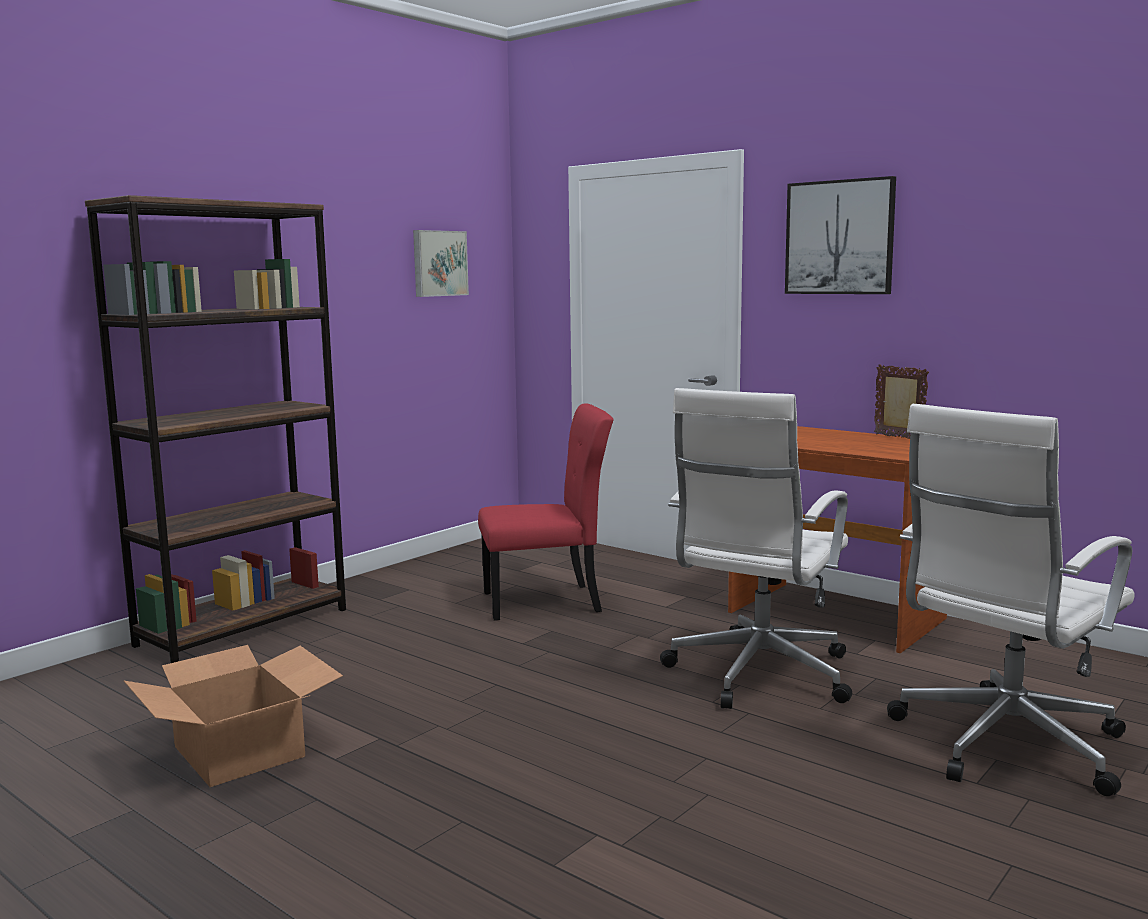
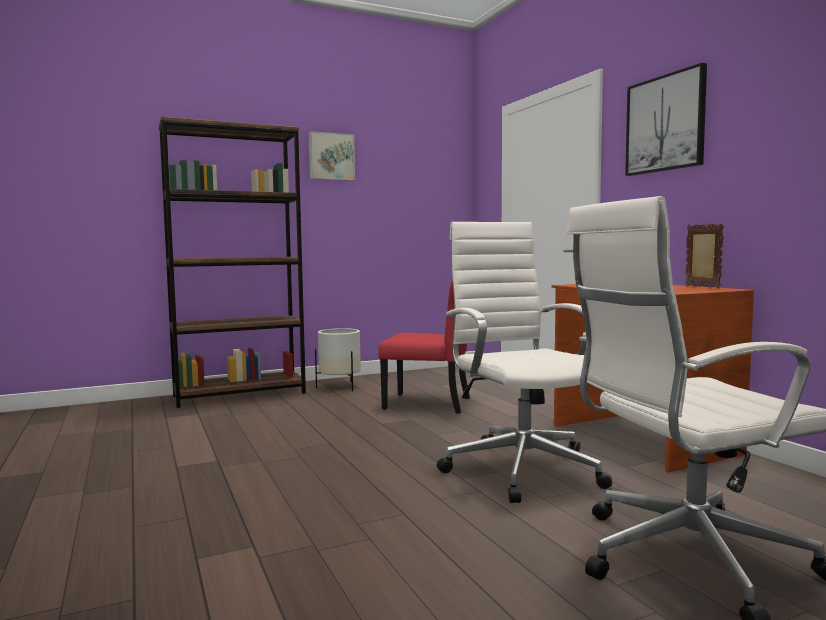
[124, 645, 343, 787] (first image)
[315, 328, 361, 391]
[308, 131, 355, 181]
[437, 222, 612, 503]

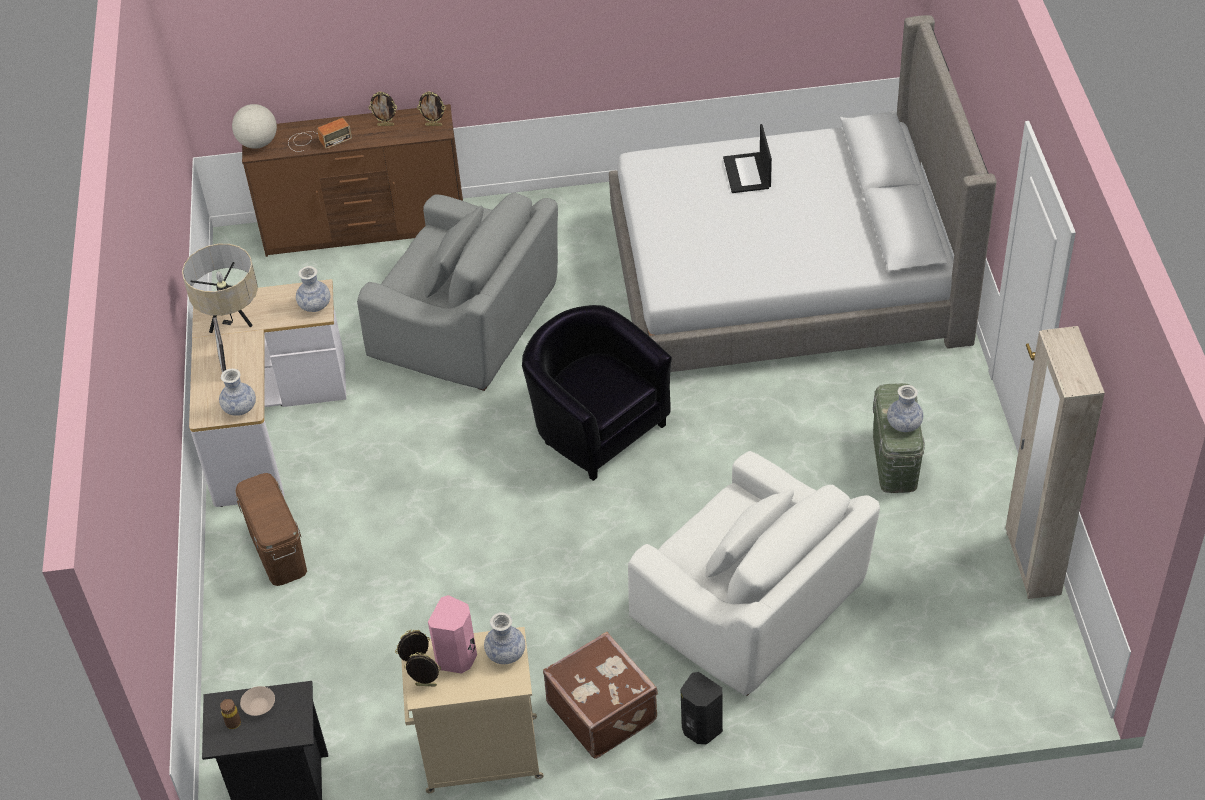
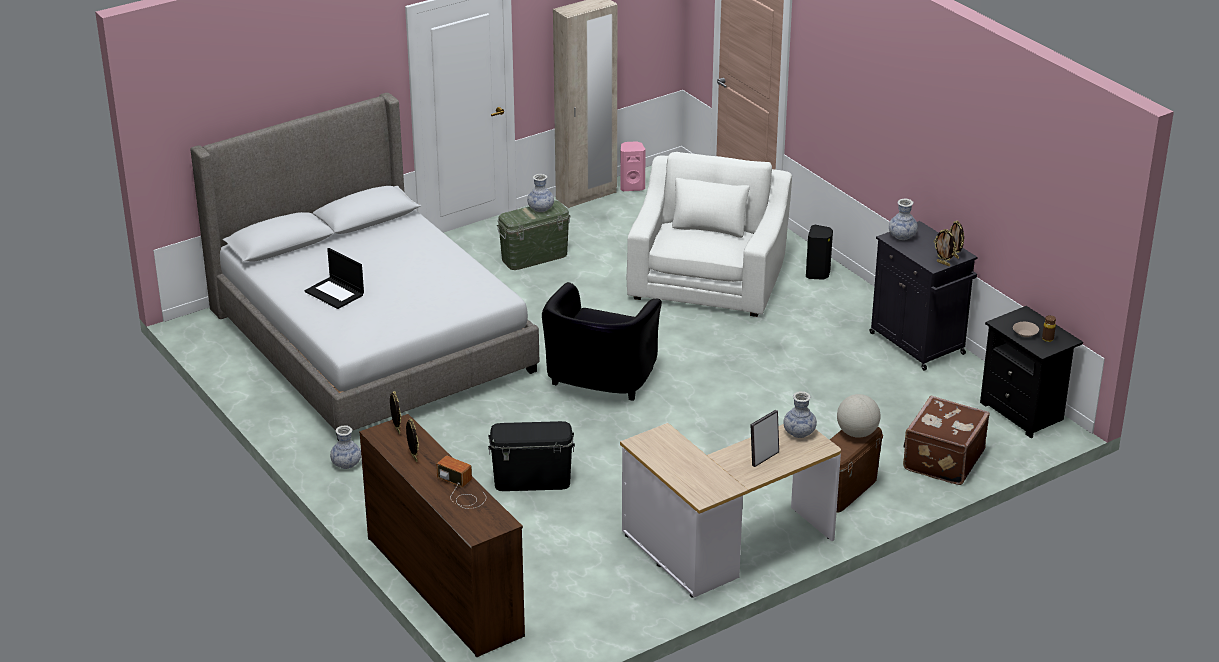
[182, 244, 258, 333] (first image)
[837, 394, 881, 438]
[330, 425, 361, 469]
[620, 141, 646, 191]
[903, 396, 990, 485]
[488, 421, 575, 491]
[870, 221, 977, 371]
[304, 248, 364, 309]

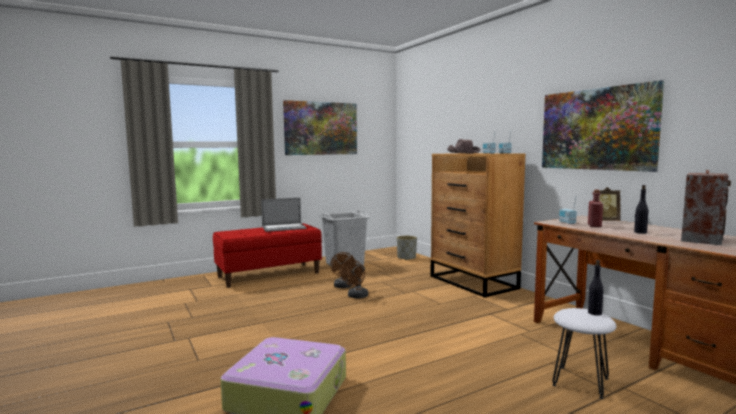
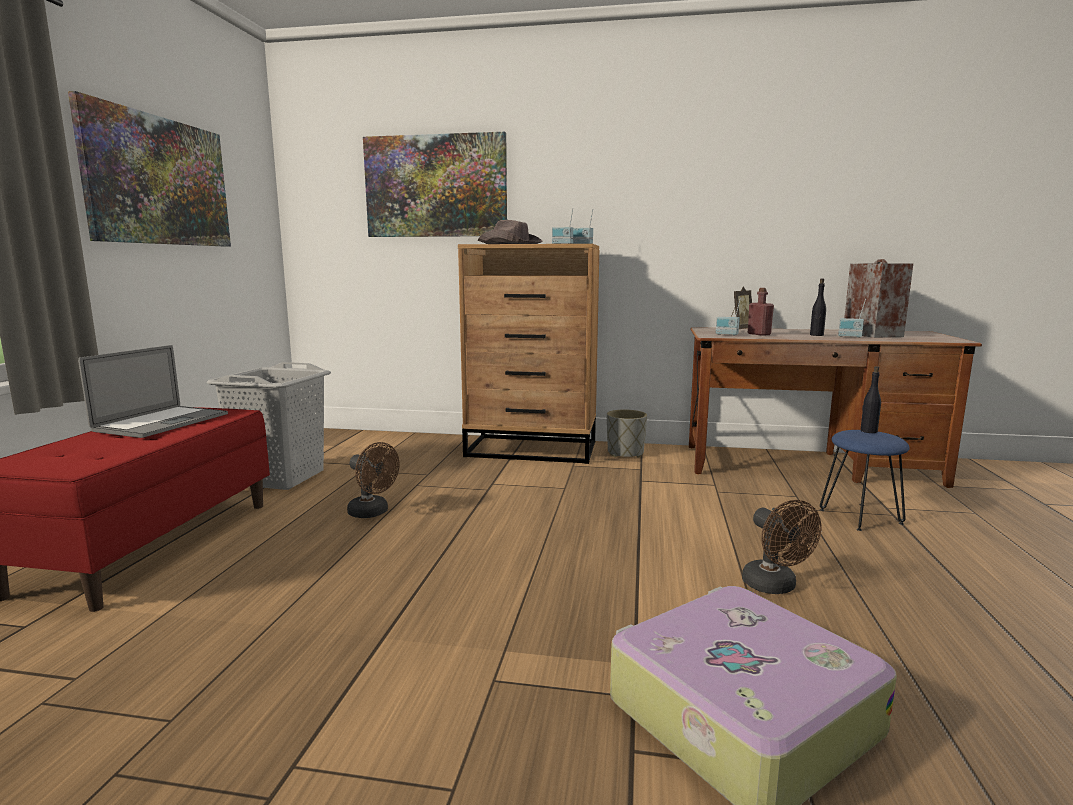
[838, 299, 866, 338]
[742, 500, 821, 594]
[607, 410, 647, 458]
[363, 132, 507, 237]
[820, 430, 910, 531]

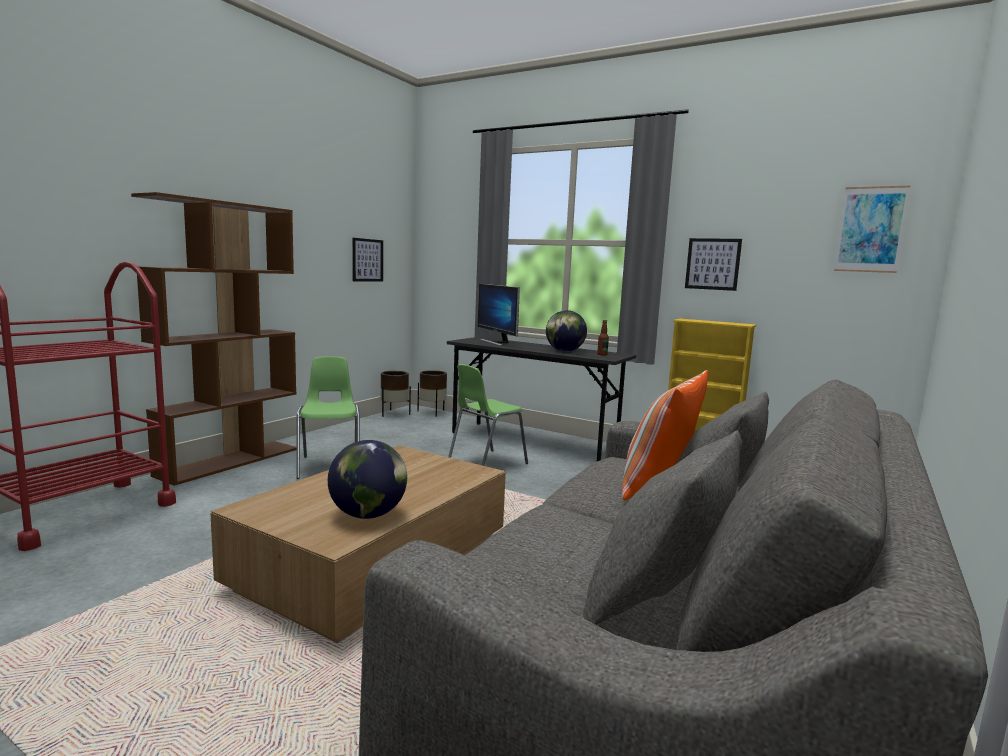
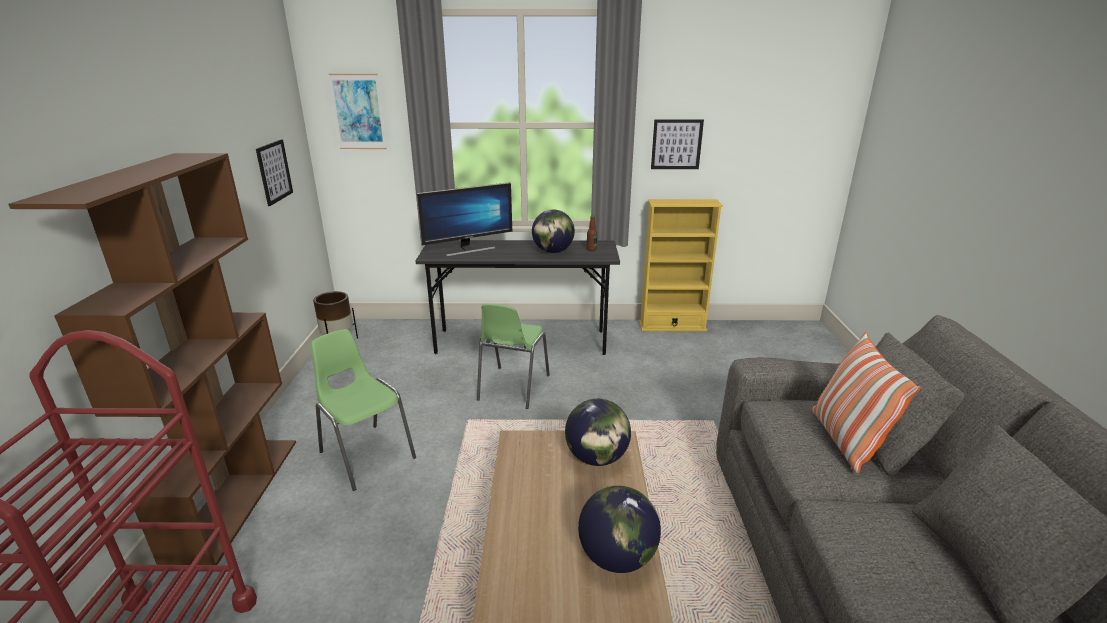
[417, 370, 447, 417] (first image)
[565, 399, 631, 466]
[329, 74, 386, 149]
[416, 182, 512, 257]

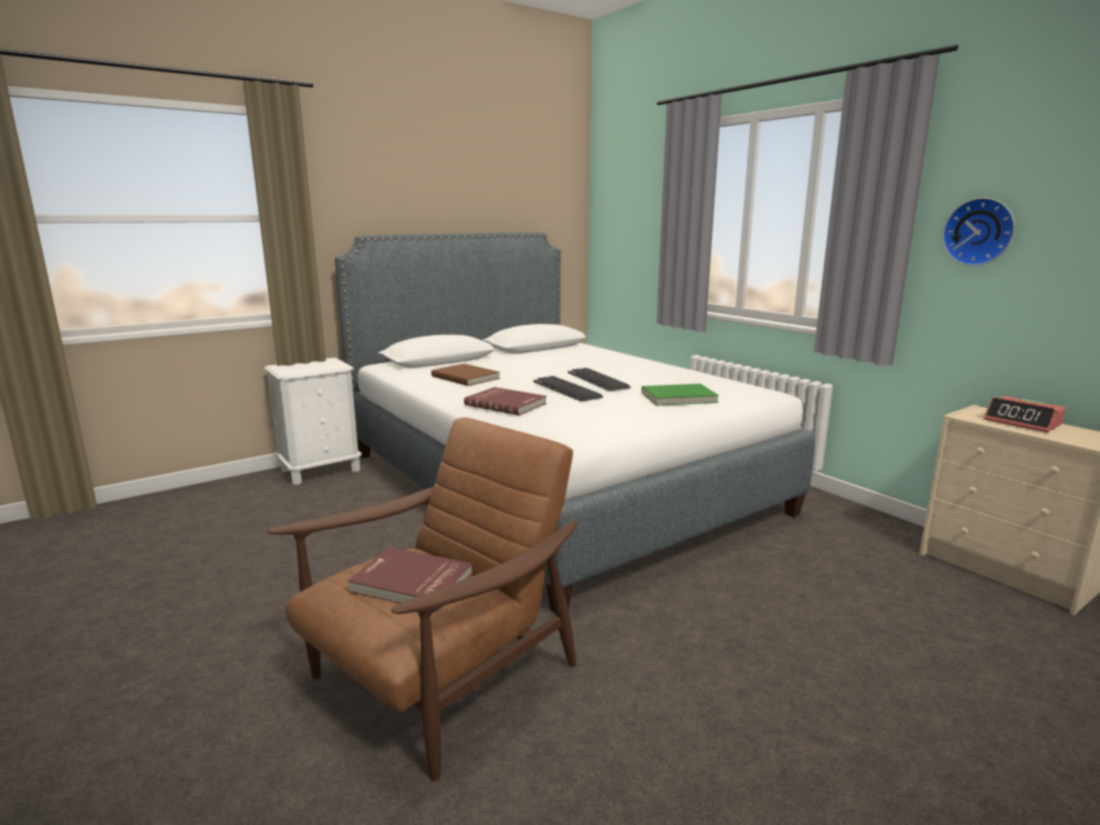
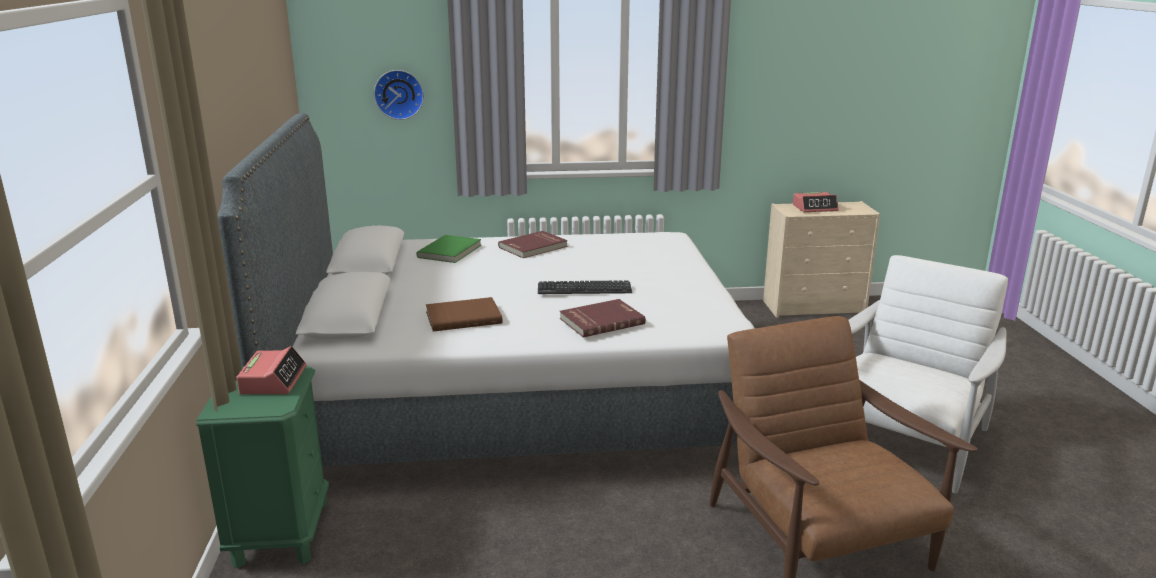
[568, 368, 631, 391] (first image)
[236, 346, 307, 394]
[849, 255, 1008, 494]
[498, 231, 568, 258]
[416, 235, 481, 263]
[374, 70, 424, 120]
[196, 365, 329, 568]

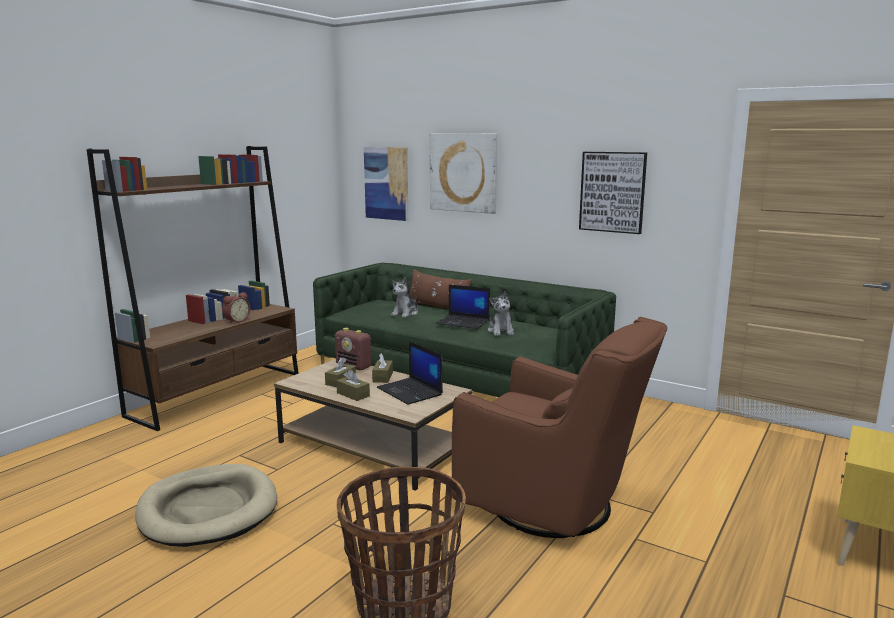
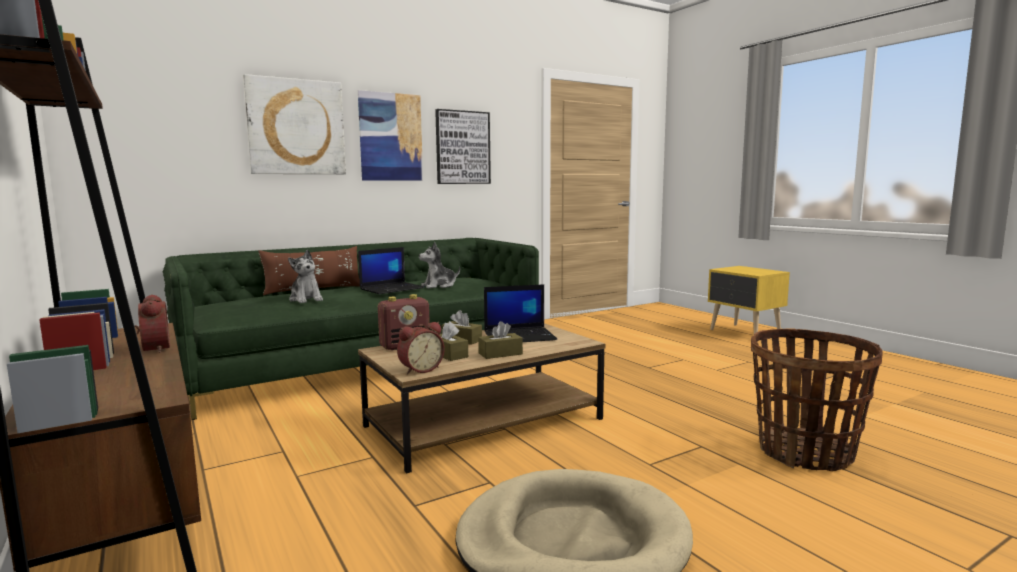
[452, 317, 667, 538] (first image)
[397, 322, 445, 374]
[358, 90, 423, 180]
[419, 242, 460, 289]

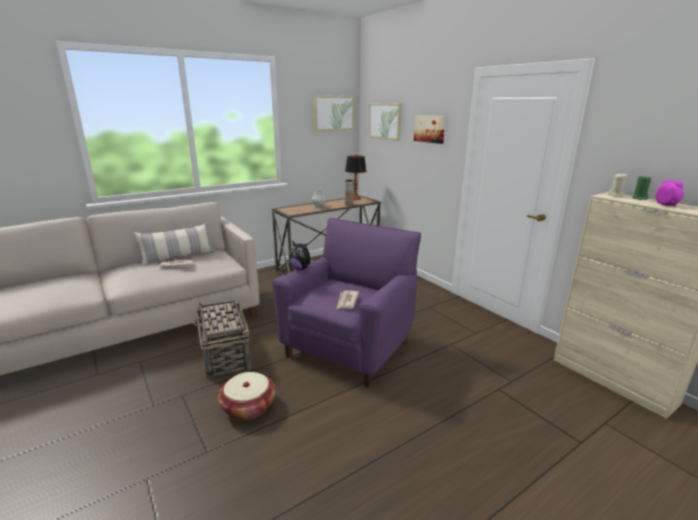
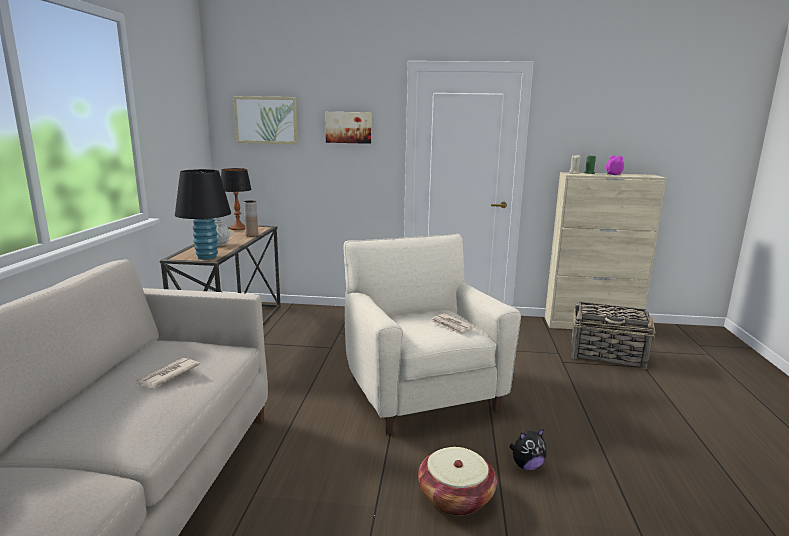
[134, 222, 214, 265] (first image)
[313, 95, 354, 131] (first image)
[175, 169, 231, 260]
[571, 302, 655, 369]
[509, 428, 547, 470]
[344, 234, 521, 434]

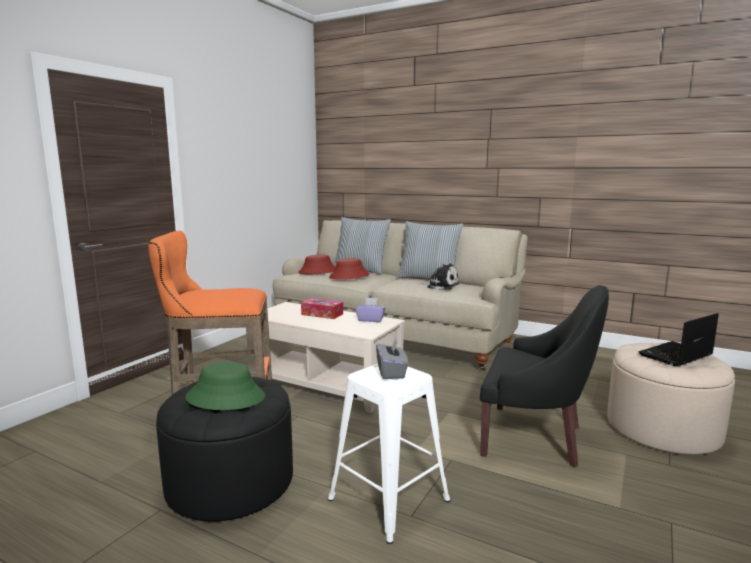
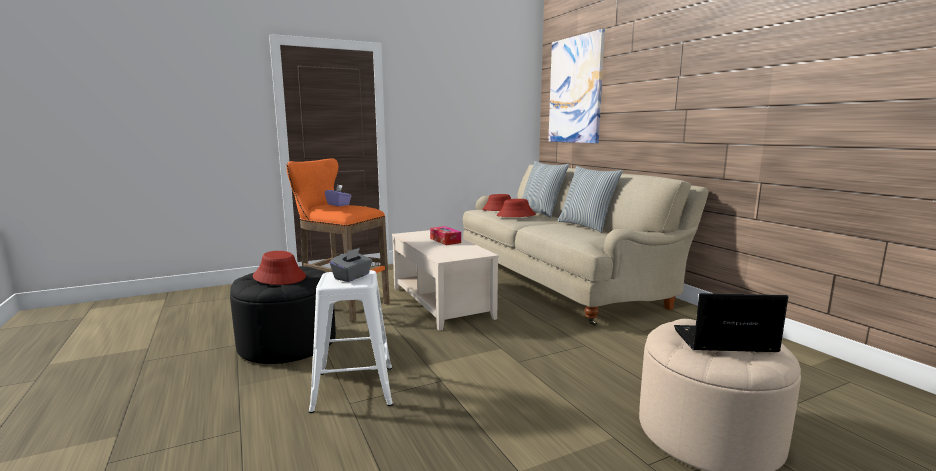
[419, 263, 459, 290] (first image)
[480, 285, 609, 467] (first image)
[548, 29, 605, 143]
[325, 185, 351, 206]
[253, 251, 306, 285]

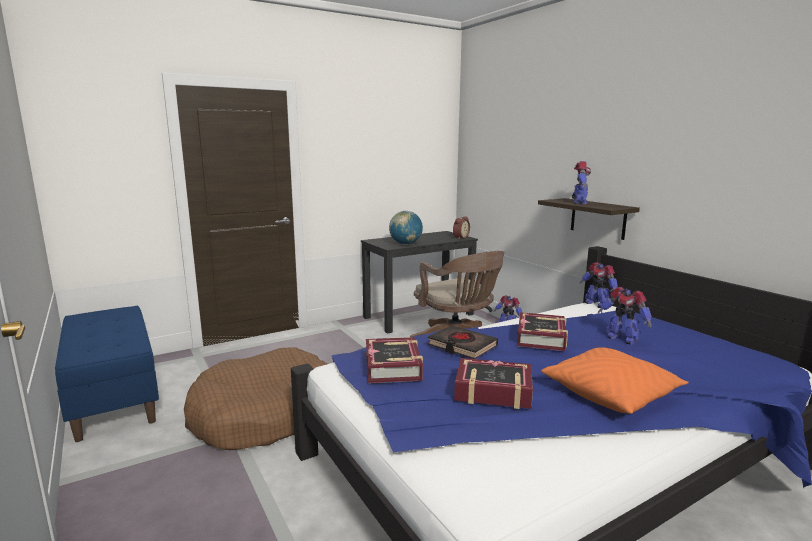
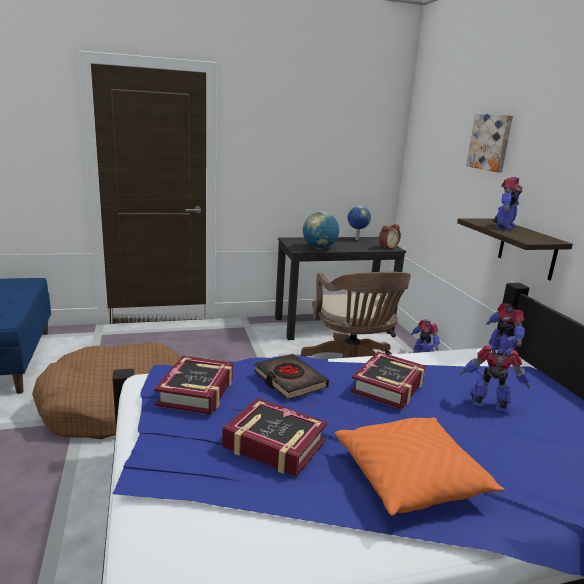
[348, 206, 371, 240]
[466, 114, 513, 172]
[460, 345, 529, 413]

